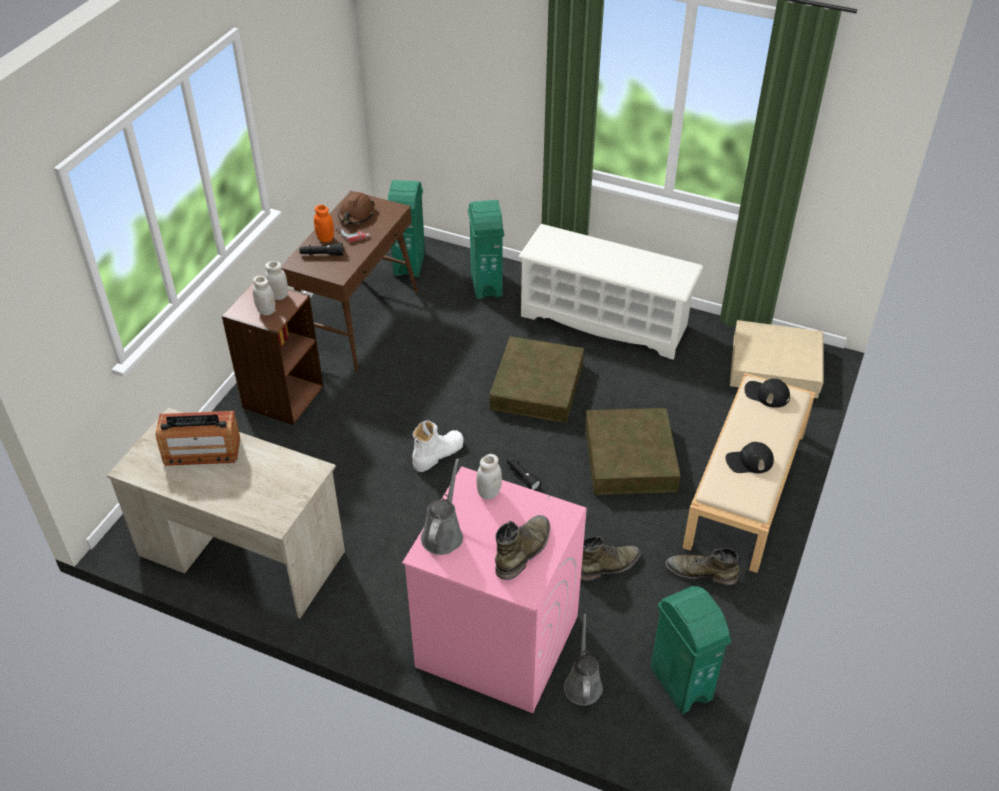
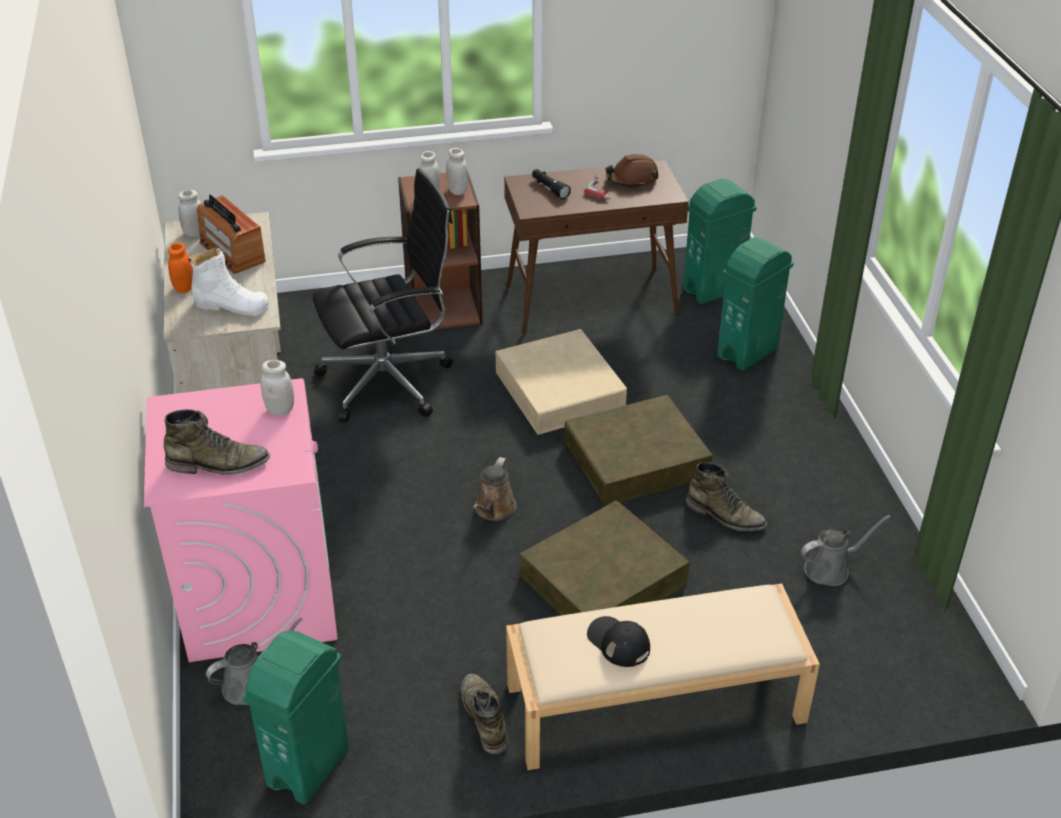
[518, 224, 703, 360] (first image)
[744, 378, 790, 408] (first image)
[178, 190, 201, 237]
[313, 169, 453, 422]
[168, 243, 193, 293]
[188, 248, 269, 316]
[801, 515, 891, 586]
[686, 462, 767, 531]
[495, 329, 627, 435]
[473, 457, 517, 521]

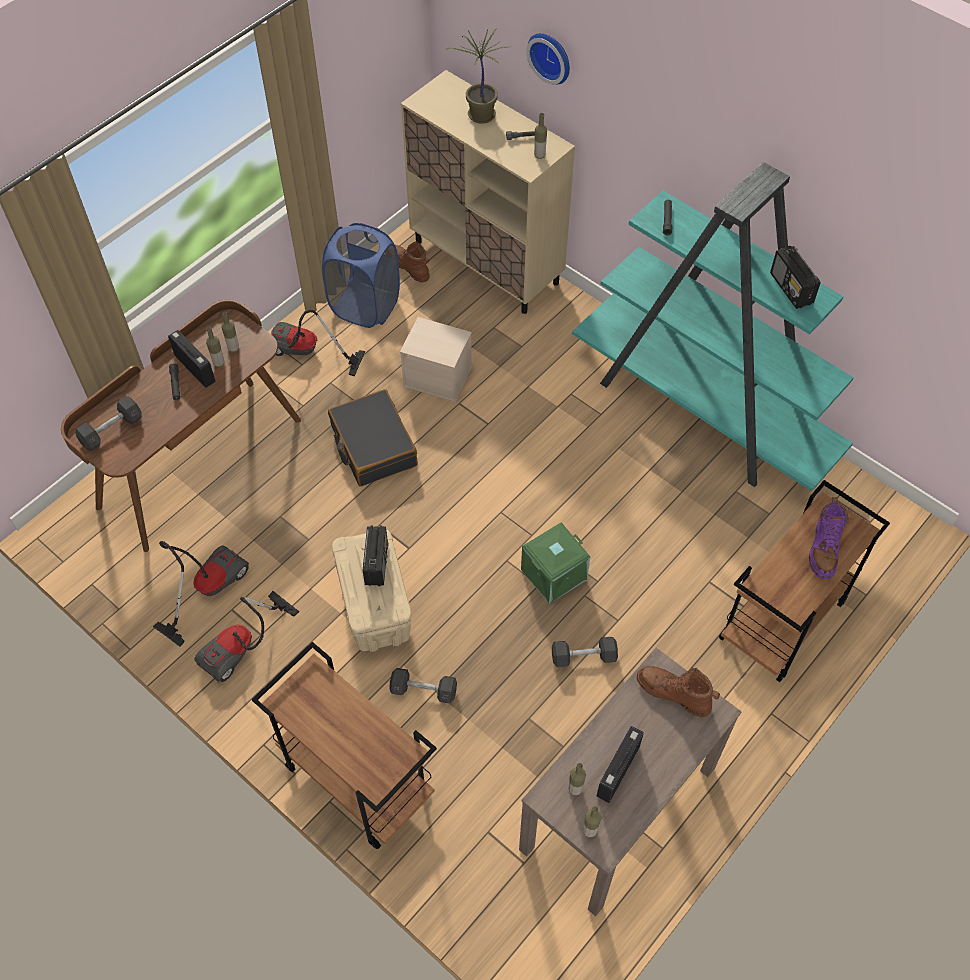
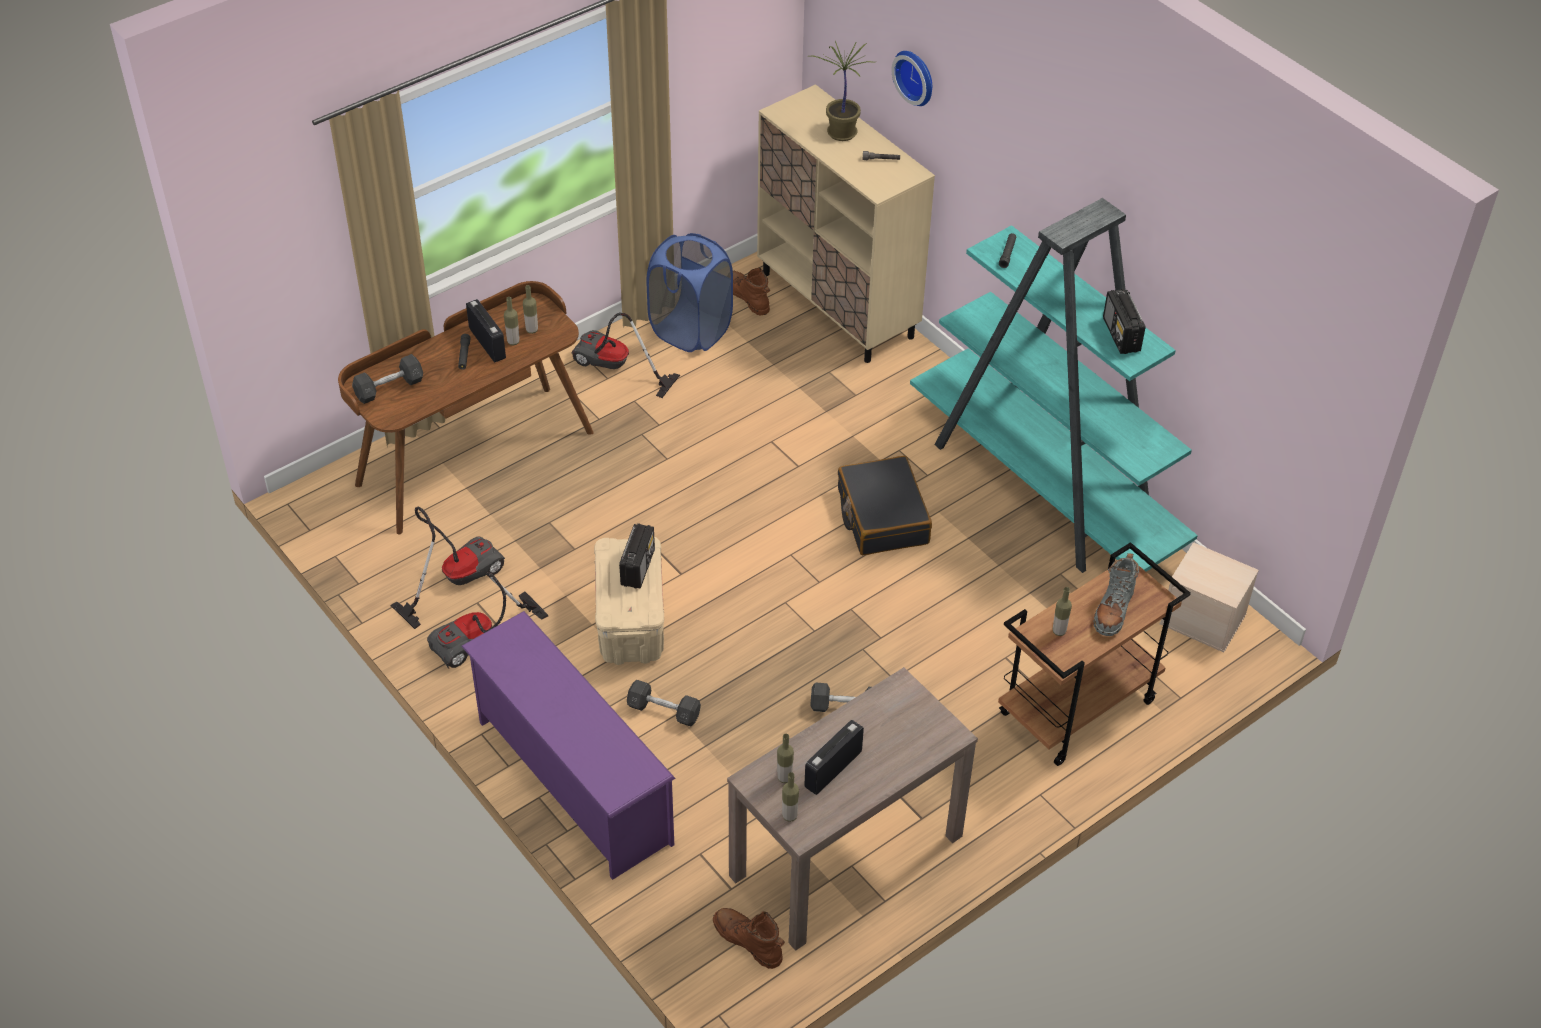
[521, 523, 590, 604] (first image)
[838, 456, 932, 555]
[1160, 542, 1259, 652]
[1053, 587, 1072, 636]
[713, 908, 785, 969]
[461, 611, 676, 880]
[1094, 553, 1139, 636]

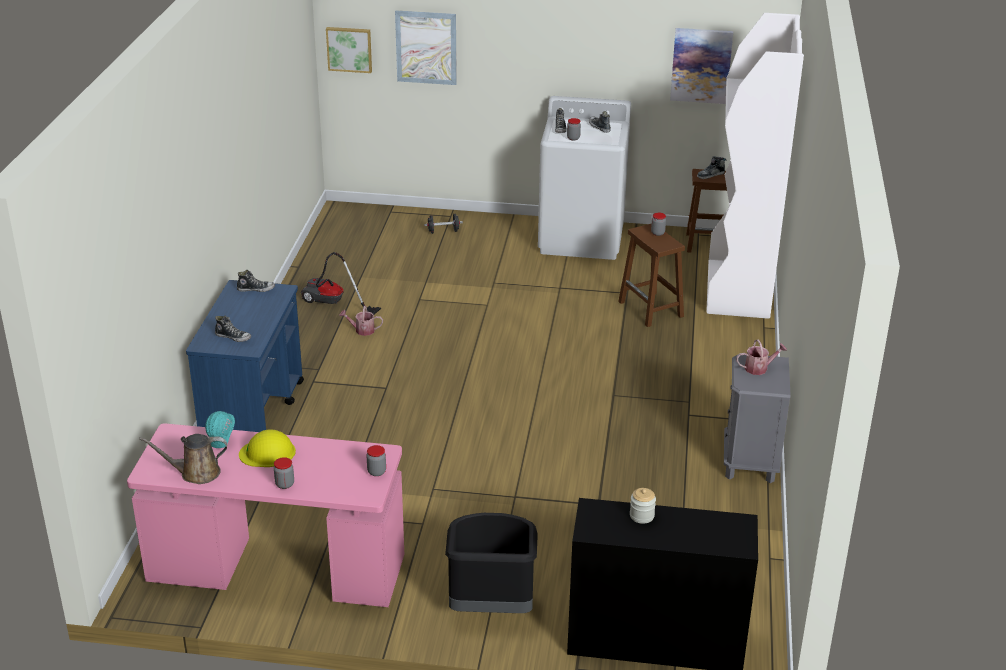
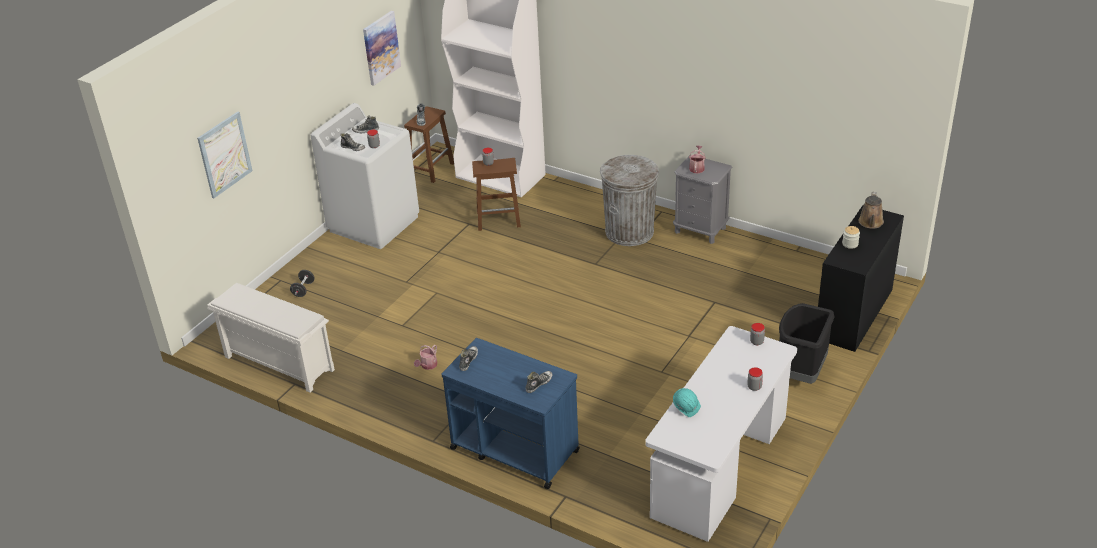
[239, 429, 296, 467] (first image)
[301, 252, 382, 315] (first image)
[326, 27, 372, 73] (first image)
[207, 283, 335, 392]
[600, 155, 659, 246]
[858, 192, 884, 229]
[645, 326, 797, 542]

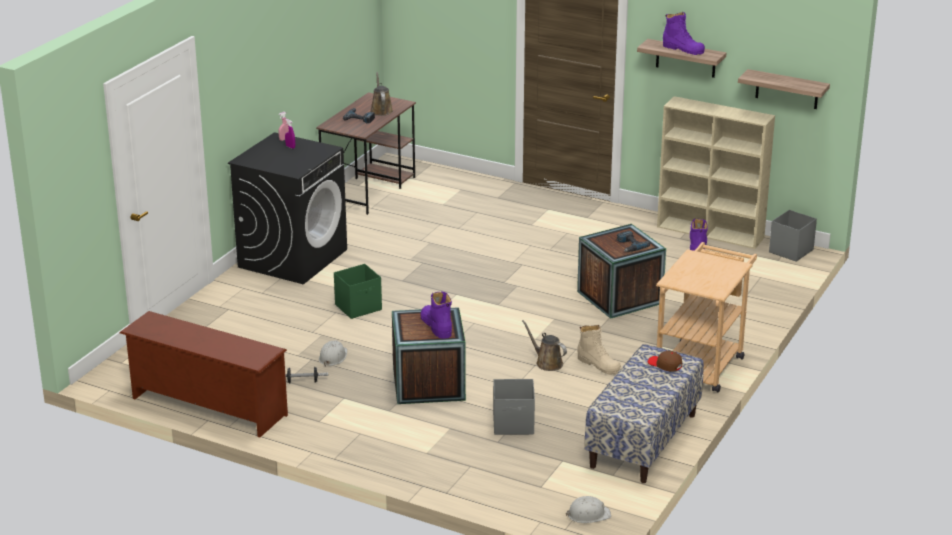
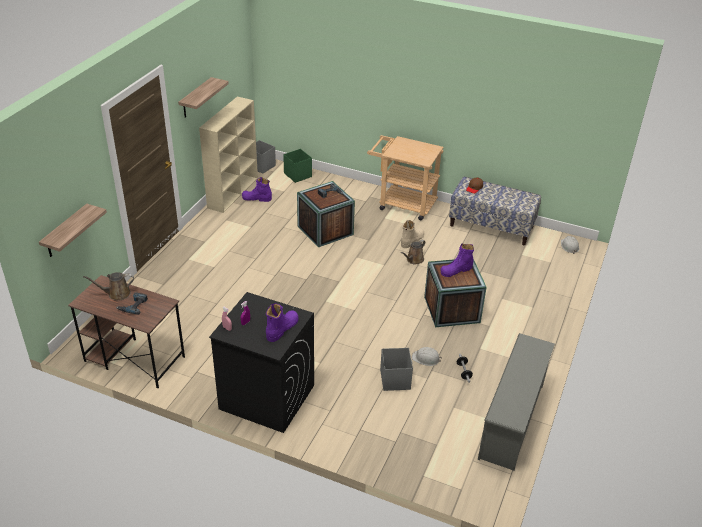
[283, 149, 312, 183]
[380, 348, 413, 391]
[266, 303, 299, 342]
[39, 204, 107, 257]
[478, 333, 555, 471]

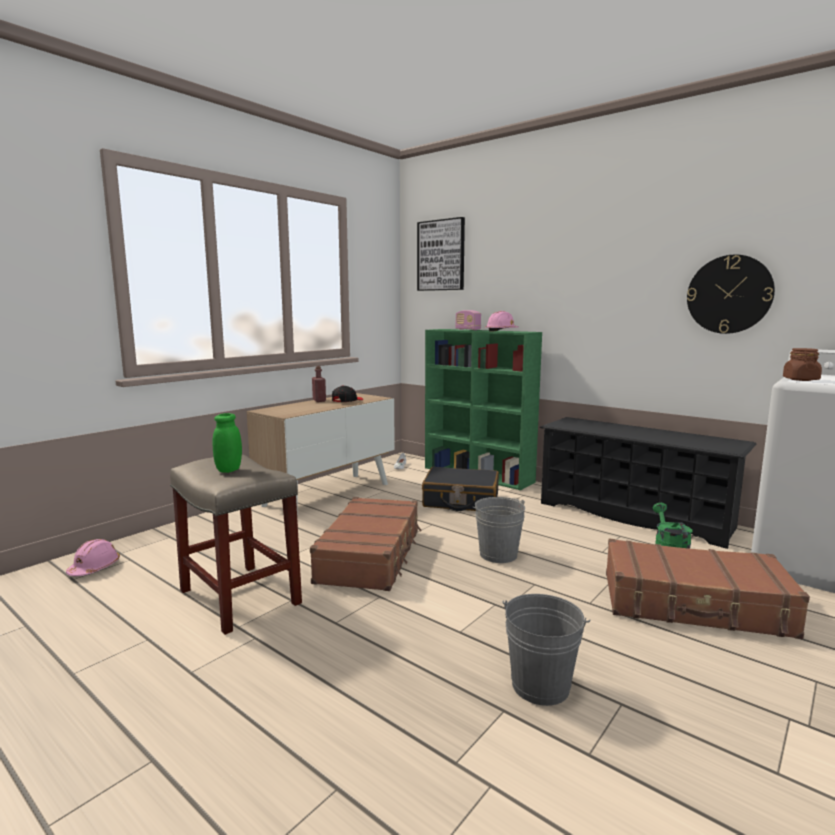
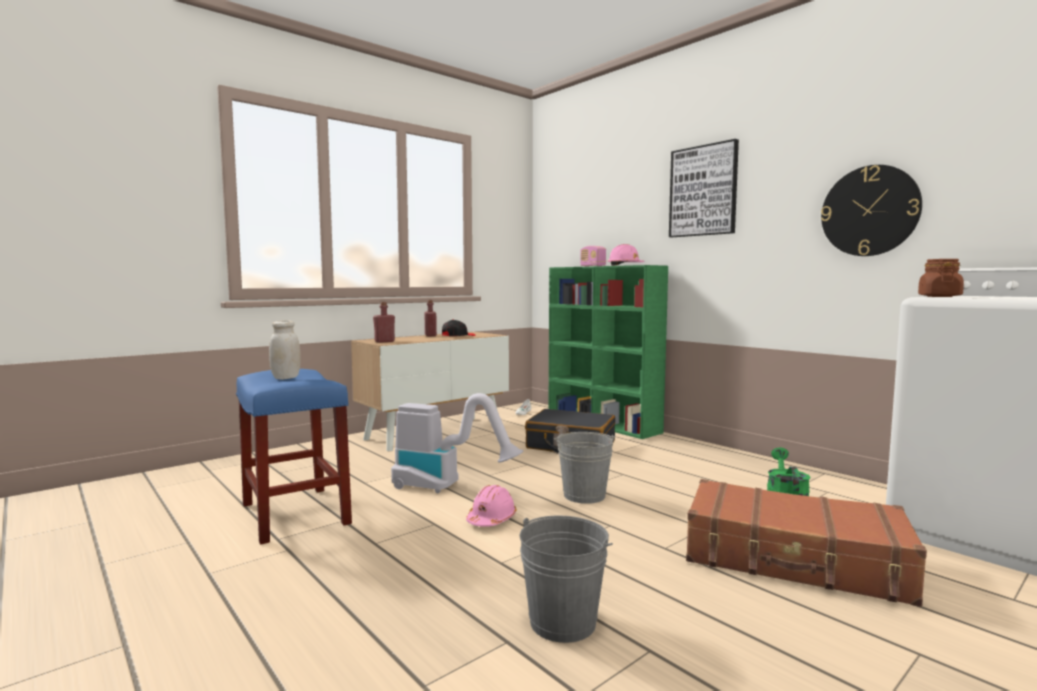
[540, 417, 756, 549] (first image)
[373, 302, 395, 343]
[466, 485, 517, 527]
[669, 139, 739, 237]
[391, 393, 523, 493]
[236, 369, 352, 544]
[269, 321, 301, 380]

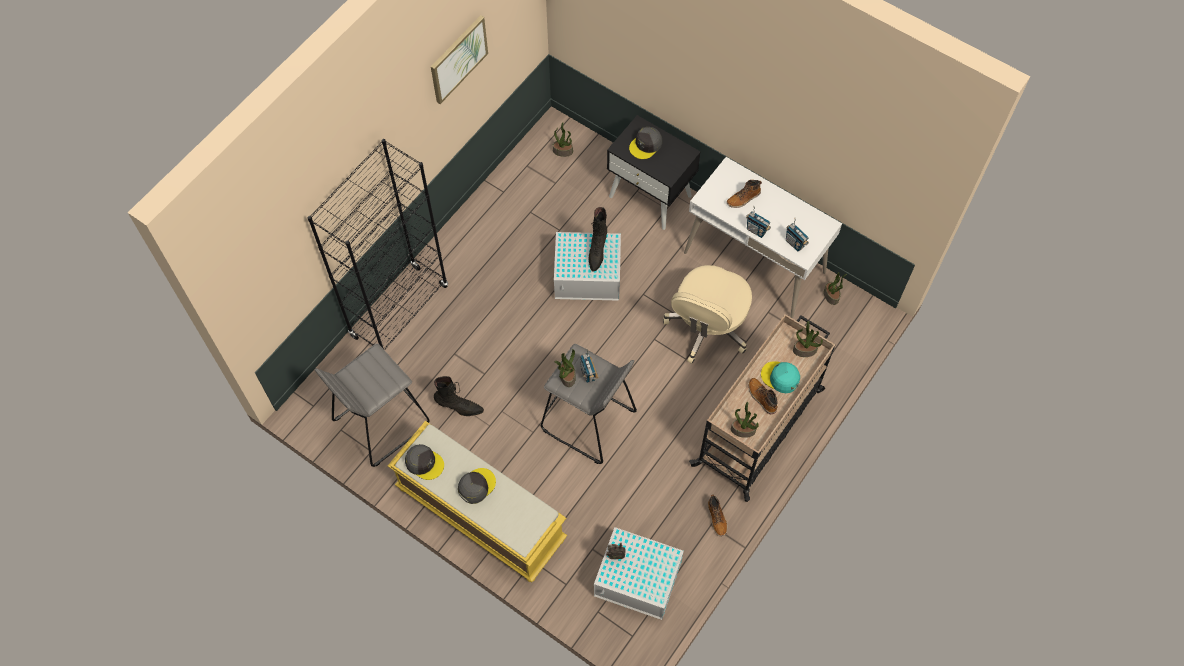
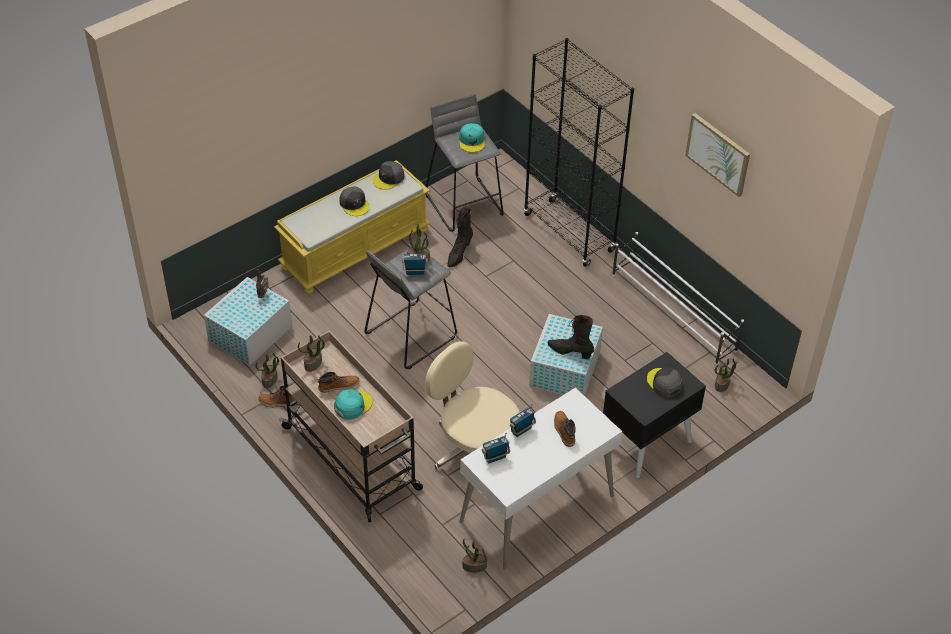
[459, 123, 485, 152]
[612, 232, 744, 365]
[256, 353, 279, 388]

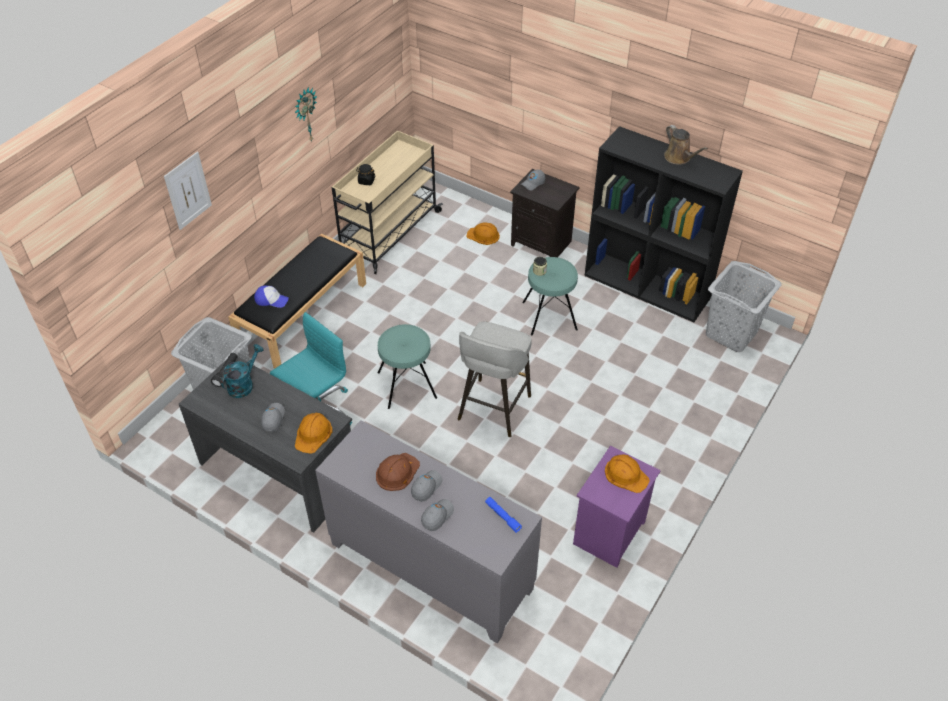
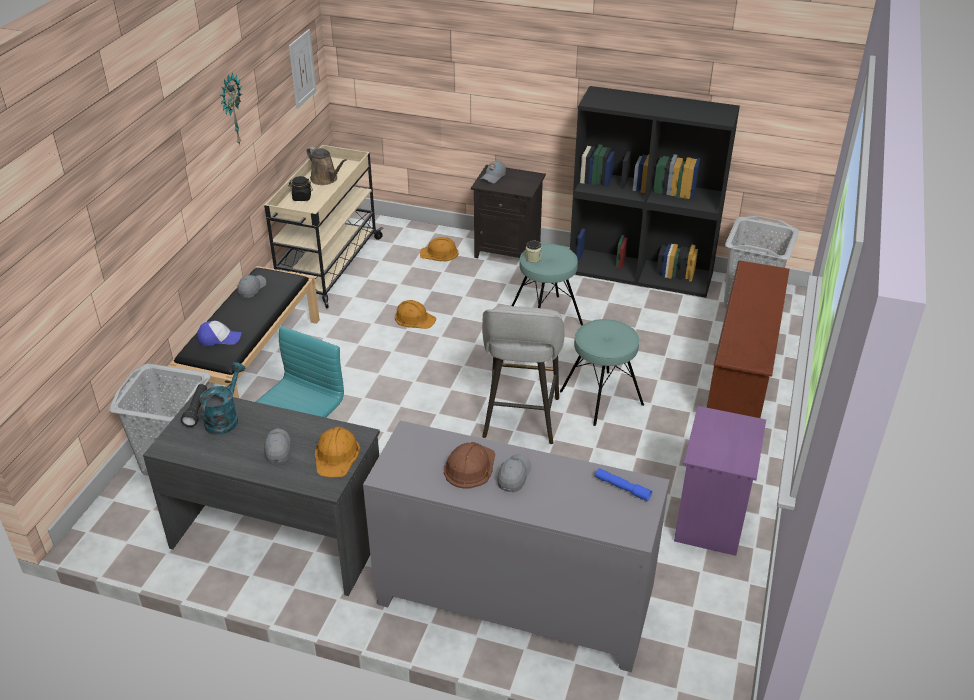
[707, 260, 790, 418]
[289, 29, 317, 109]
[560, 319, 644, 426]
[237, 275, 266, 298]
[395, 300, 436, 329]
[307, 147, 347, 185]

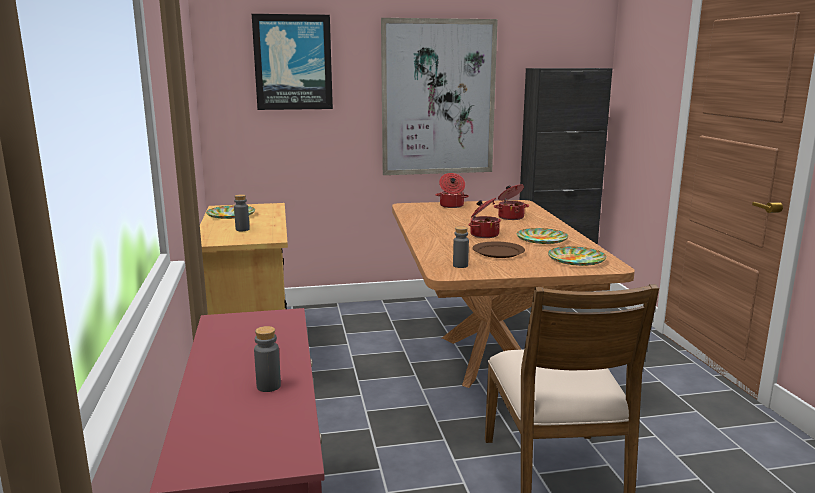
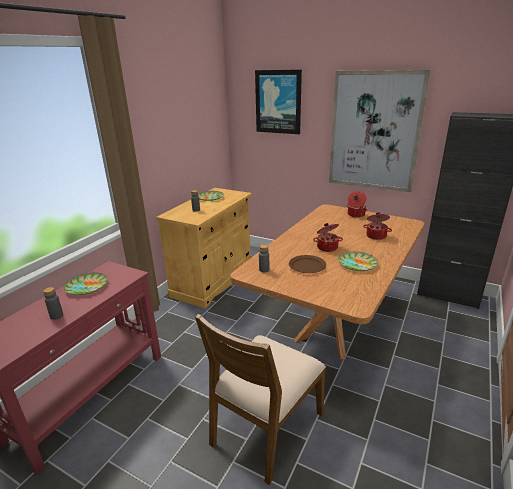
[63, 272, 108, 295]

